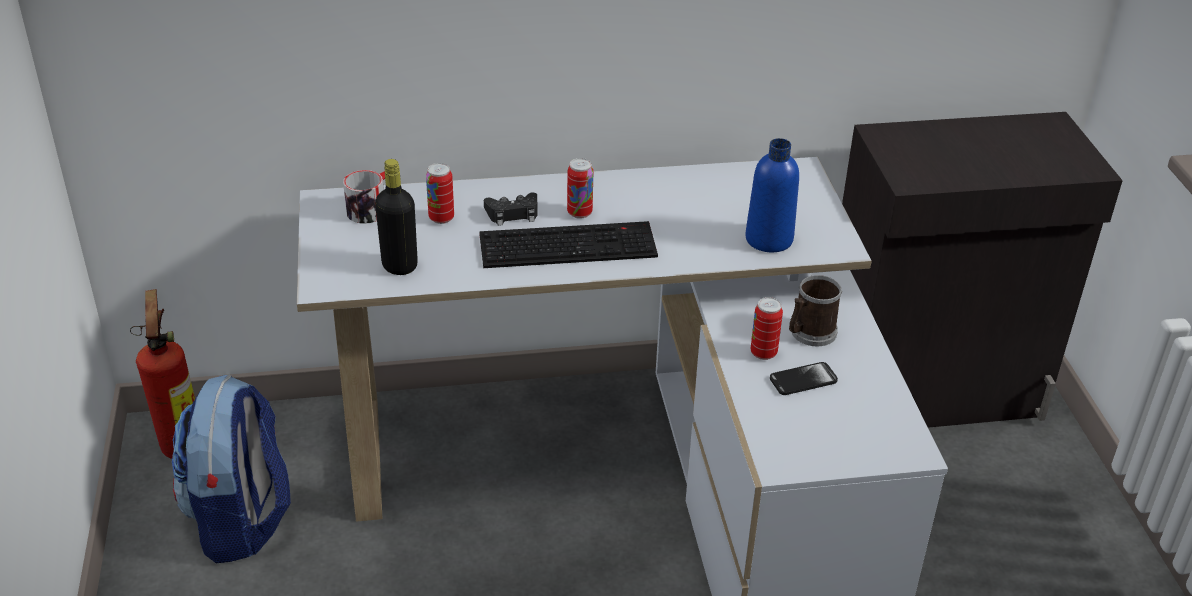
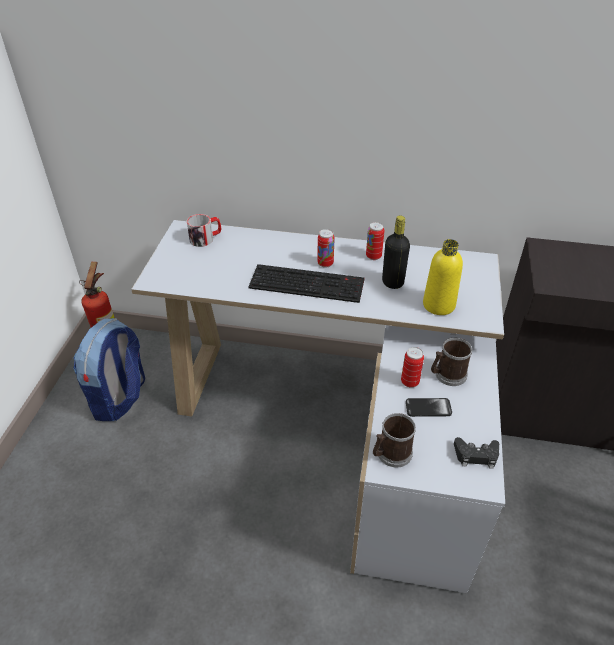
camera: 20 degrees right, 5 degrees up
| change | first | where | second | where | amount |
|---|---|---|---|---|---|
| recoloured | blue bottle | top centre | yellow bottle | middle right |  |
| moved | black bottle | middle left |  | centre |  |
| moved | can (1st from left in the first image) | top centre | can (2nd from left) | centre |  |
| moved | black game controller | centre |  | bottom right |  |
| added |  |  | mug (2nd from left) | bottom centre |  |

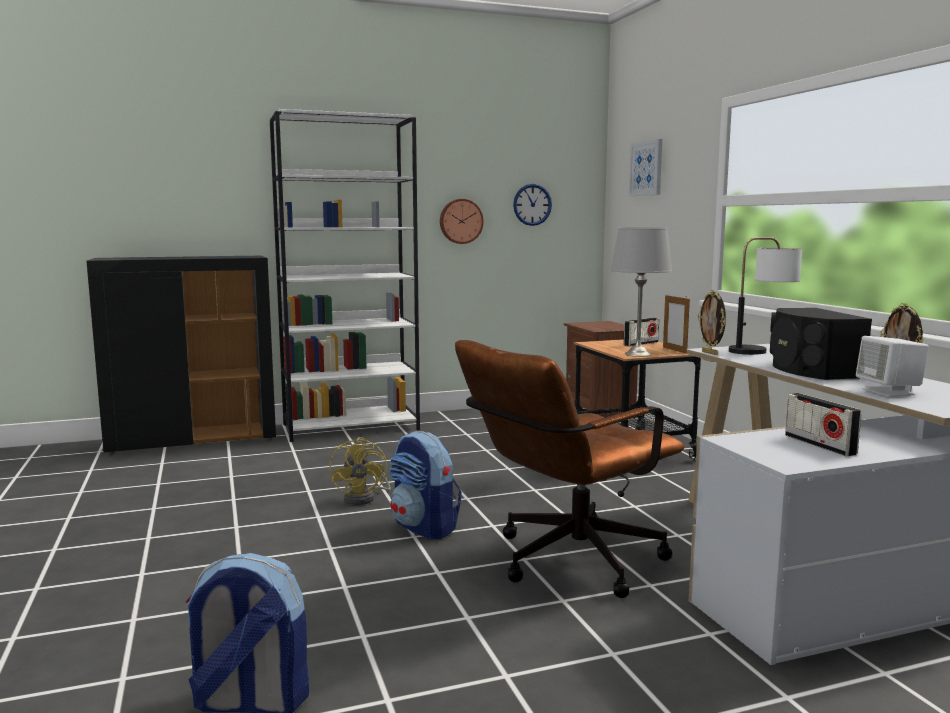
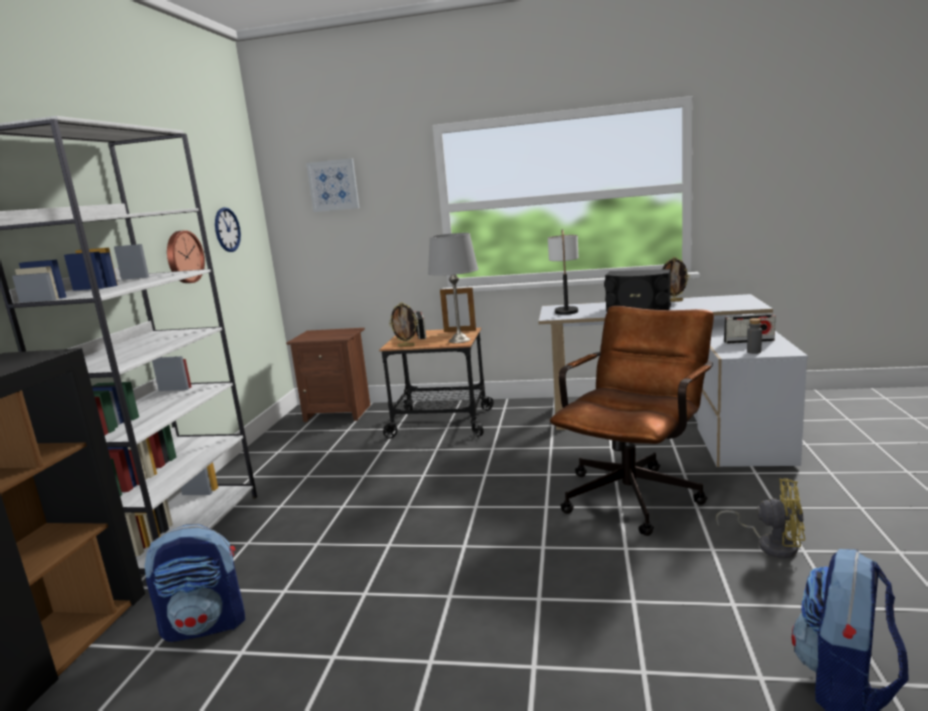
camera: 60 degrees left, 5 degrees up
| change | first | where | second | where | amount |
|---|---|---|---|---|---|
| moved | picture frame (2nd from left in the first image) | middle right | picture frame (1st from left) | centre |  |
| removed | white speaker | middle right |  |  |  |
| turned | brown office chair | centre |  | middle right | 135 degrees counterclockwise |
| moved | backpack (2nd from left in the first image) | bottom centre | backpack (1st from left) | bottom left |  |
| moved | yellow fan | centre |  | bottom right |  |
| added |  |  | grey bottle | middle right |  |

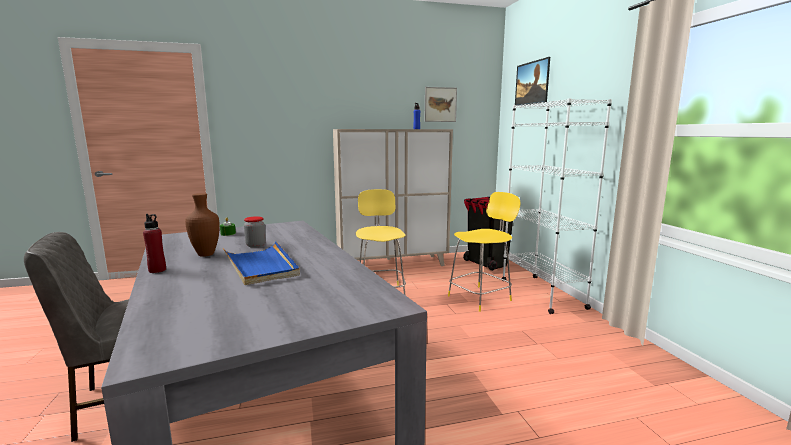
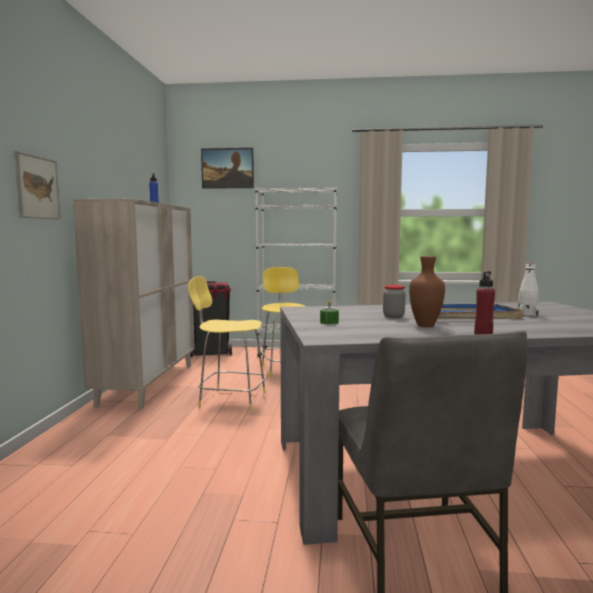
camera: 70 degrees left, 5 degrees down
| change | first | where | second | where | amount |
|---|---|---|---|---|---|
| moved | picture (1st from left) | top centre |  | top left |  |
| added |  |  | white bottle | middle right |  |

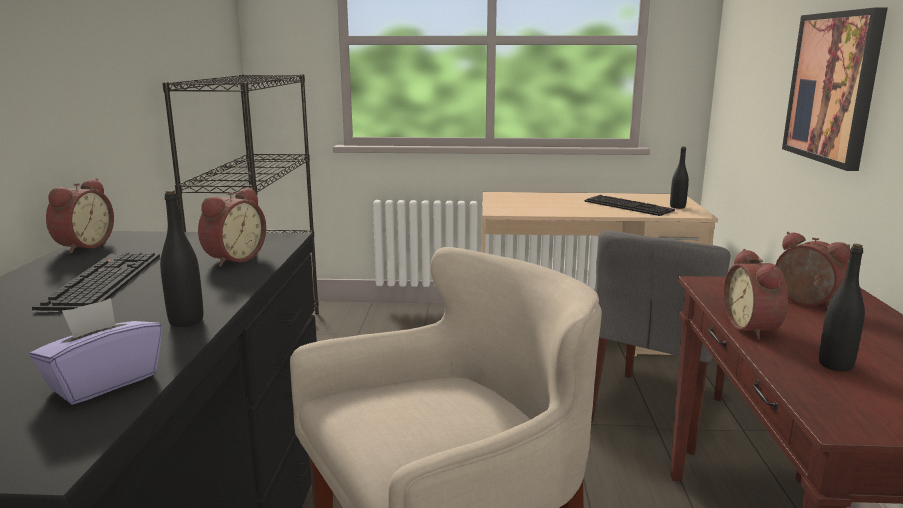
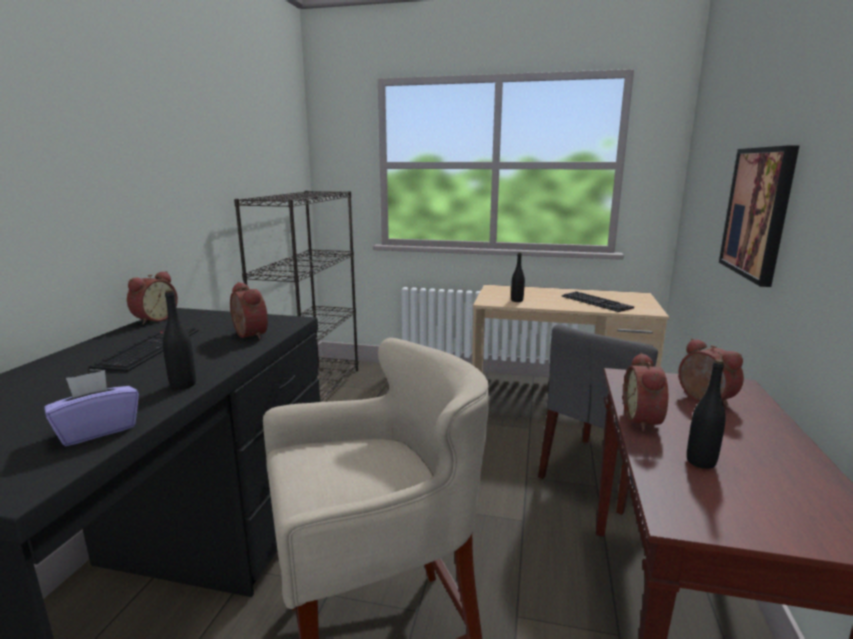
camera: 10 degrees right, 0 degrees up
| change | first | where | second | where | amount |
|---|---|---|---|---|---|
| moved | black bottle (2nd from left) | middle right |  | centre |  |
| turned | alarm clock (2nd from left) | middle left |  | middle left | 75 degrees counterclockwise |

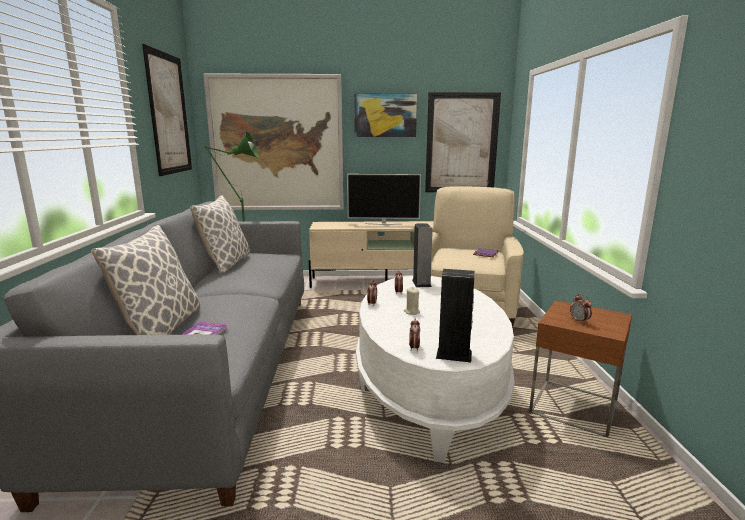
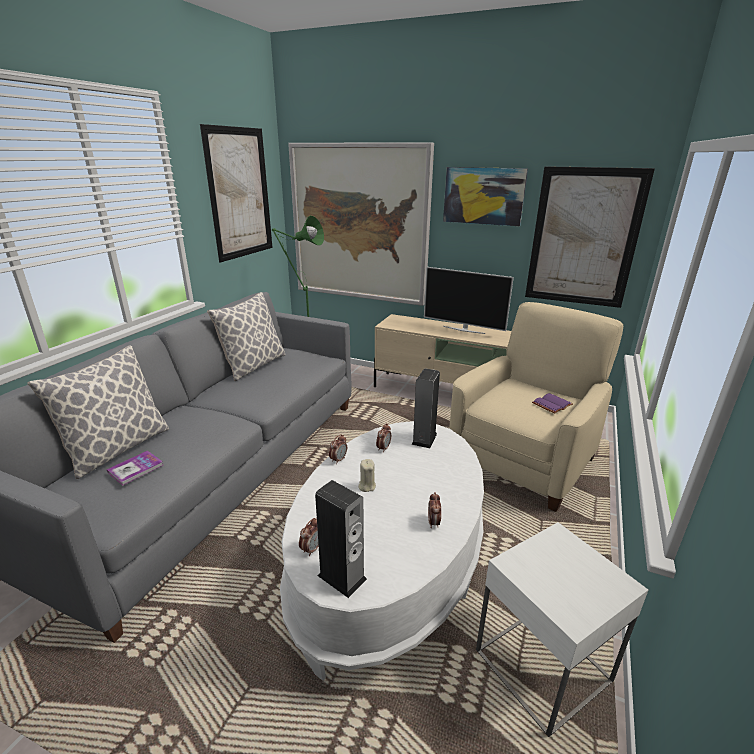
camera: 25 degrees right, 10 degrees up
| change | first | where | second | where | amount |
|---|---|---|---|---|---|
| moved | alarm clock (4th from left) | middle right |  | bottom centre |  |
| recoloured | brown side table | bottom right | white side table | bottom right |  |

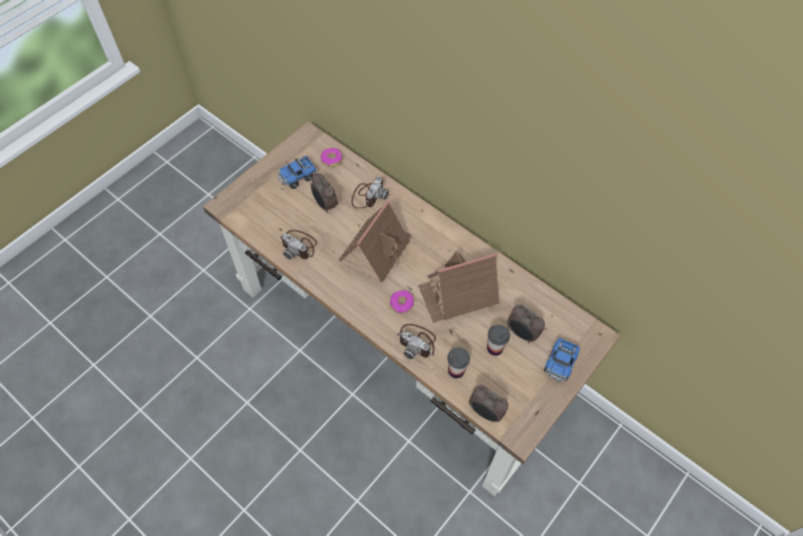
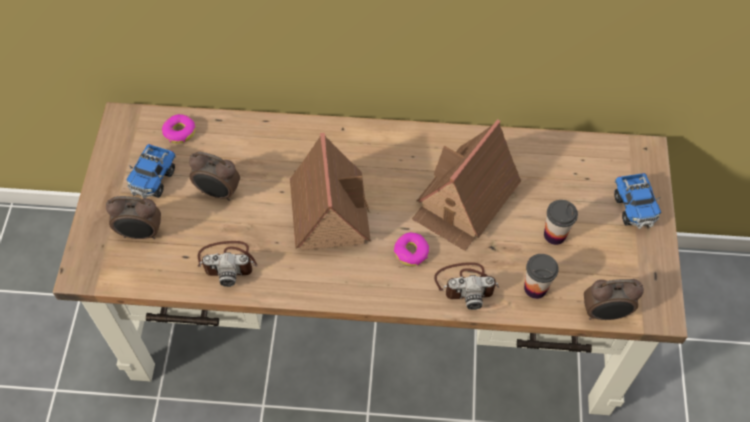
camera: 35 degrees left, 0 degrees up
| change | first | where | second | where | amount |
|---|---|---|---|---|---|
| removed | photo camera (2nd from left) | centre |  |  |  |
| moved | alarm clock (3rd from left in the first image) | centre | alarm clock (1st from left) | middle left |  |

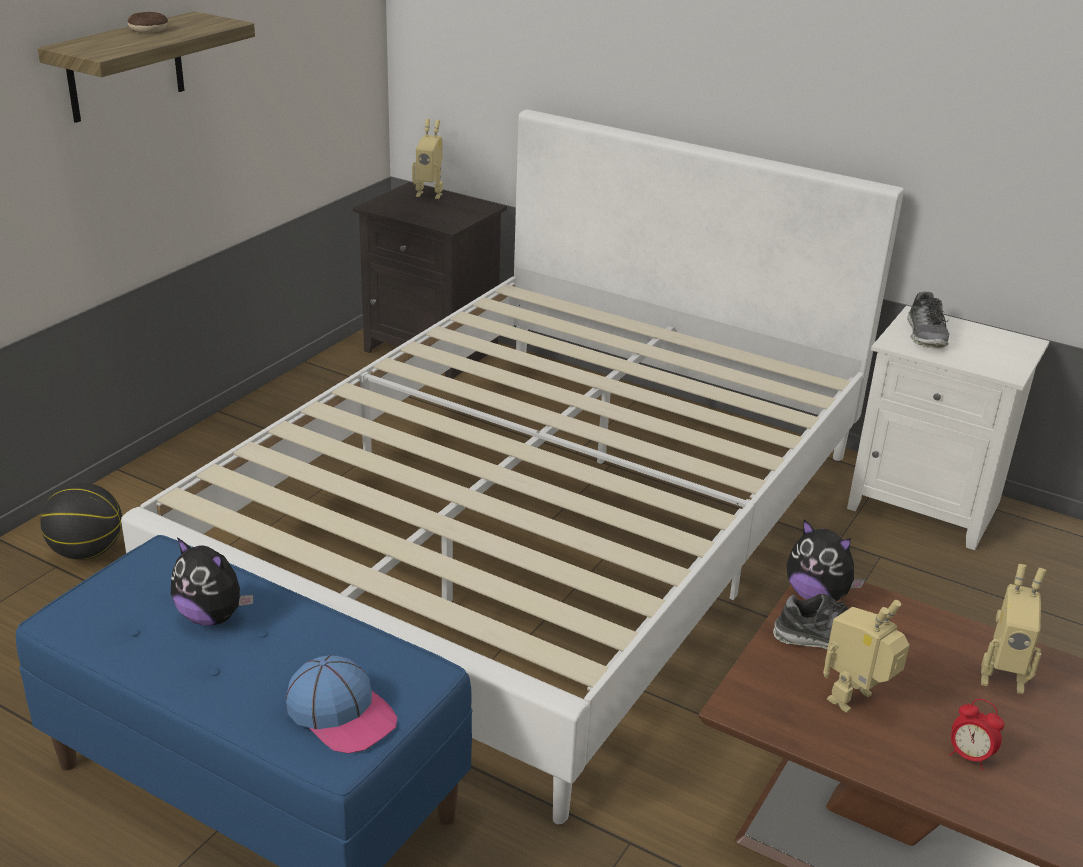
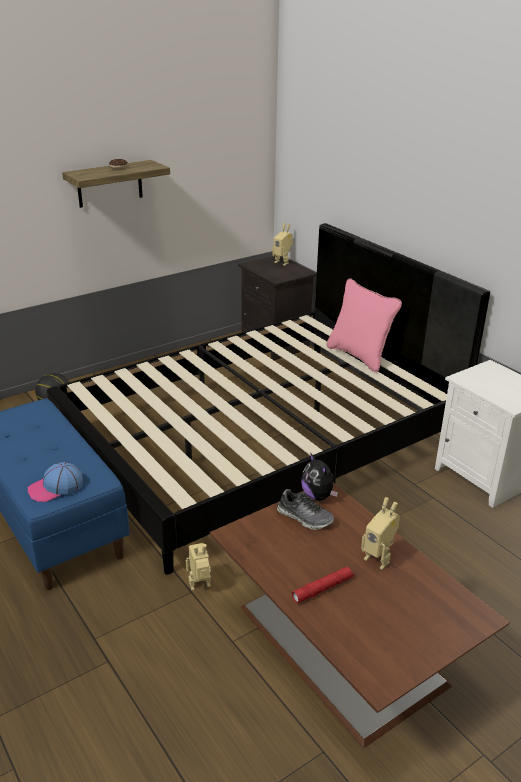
camera: 25 degrees right, 0 degrees up
| change | first | where | second | where | amount |
|---|---|---|---|---|---|
| recoloured | white bed | centre | black bed | centre |  |
| removed | shoe (2nd from left) | middle right |  |  |  |
| removed | plush toy (1st from left) | bottom left |  |  |  |
| moved | toy robot (2nd from left in the first image) | bottom right | toy robot (1st from left) | bottom centre |  |
| turned | cap | bottom left |  | middle left | 90 degrees clockwise |
| replaced | alarm clock | bottom right | red flashlight | bottom centre |  |
| added |  |  | pink pillow | middle right |  |

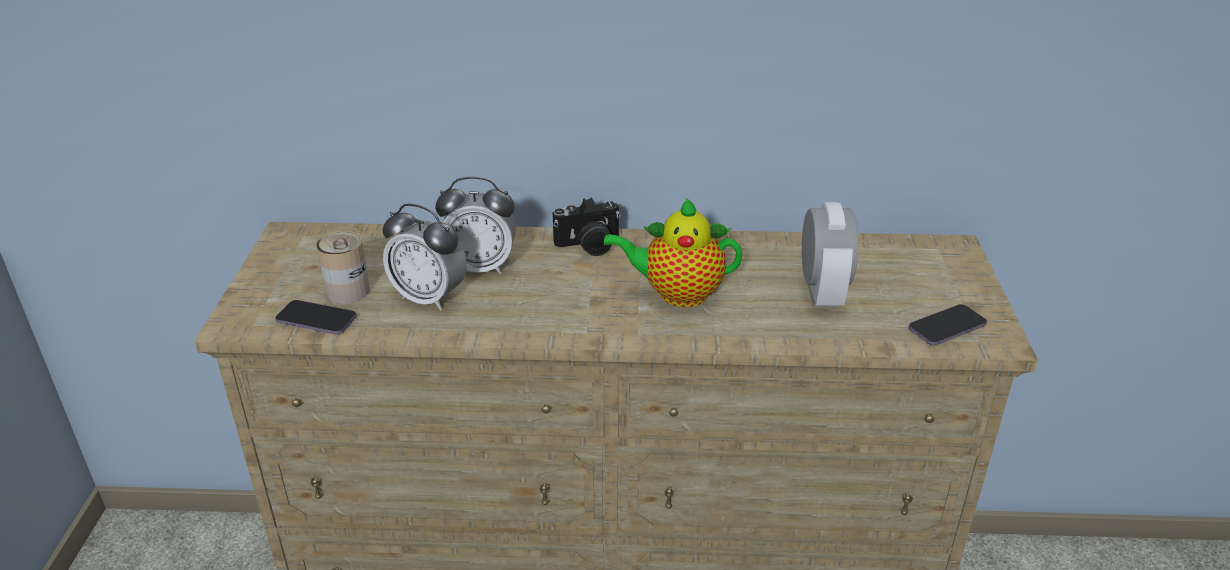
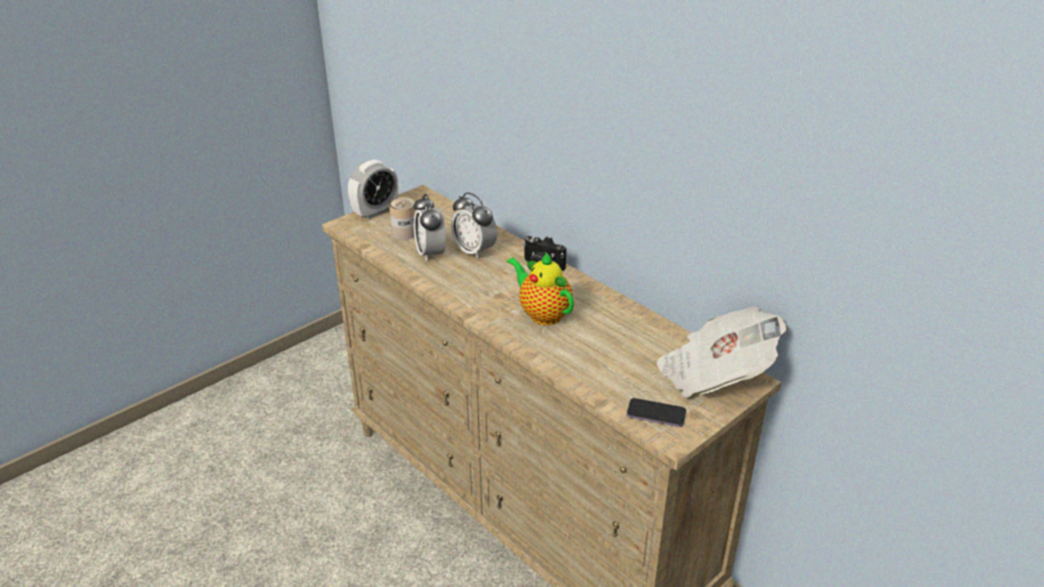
camera: 45 degrees right, 0 degrees up
| change | first | where | second | where | amount |
|---|---|---|---|---|---|
| moved | alarm clock (3rd from left in the first image) | middle right | alarm clock (1st from left) | top centre |  |
| removed | phone (1st from left) | middle left |  |  |  |
| added |  |  | newspaper | middle right |  |

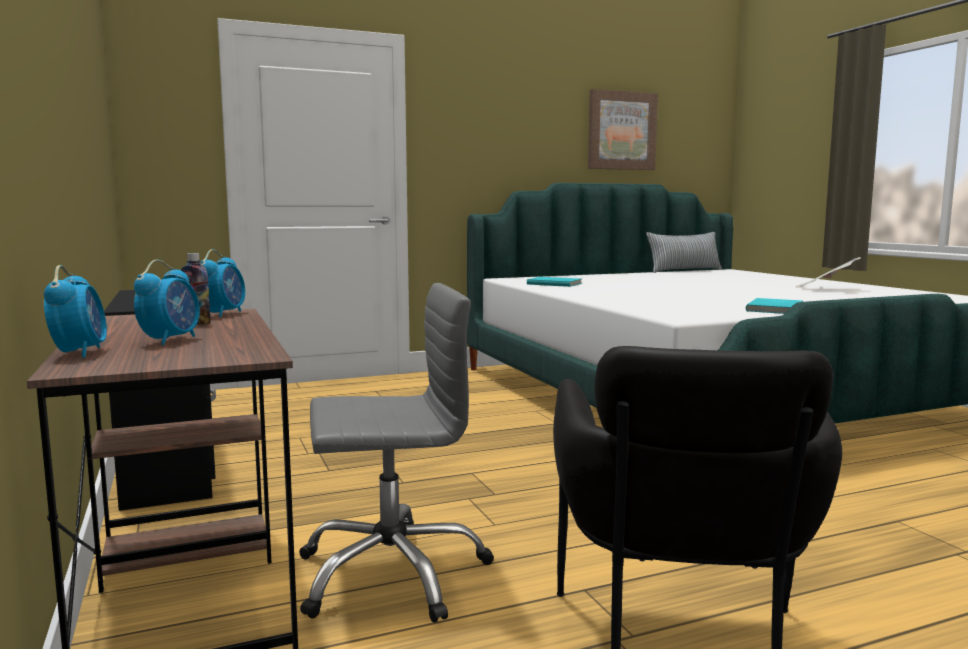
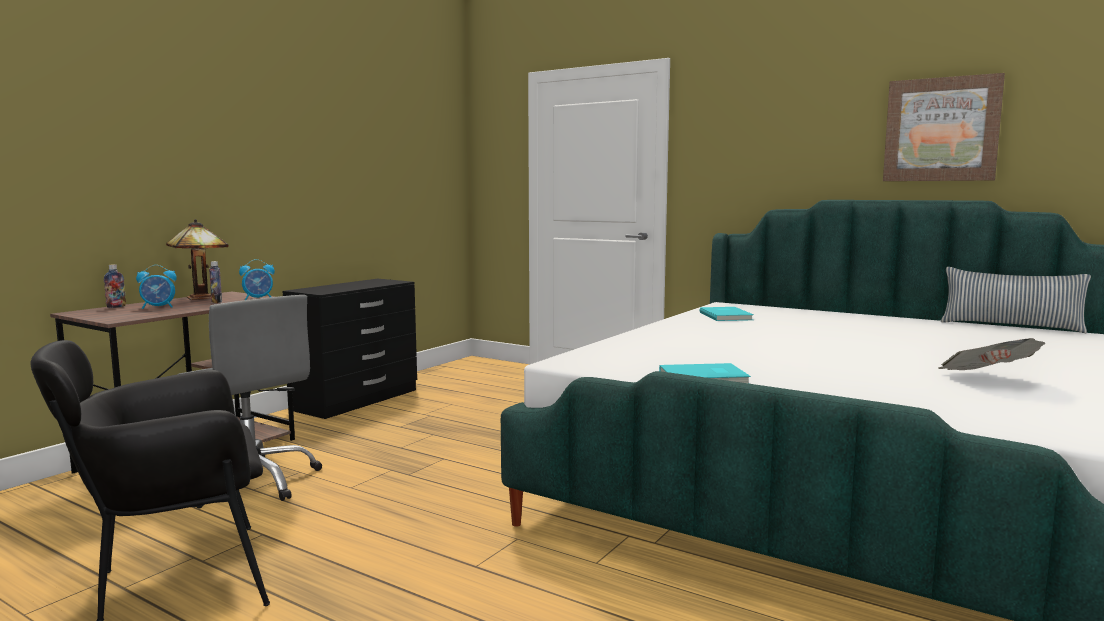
camera: 55 degrees right, 0 degrees up
| change | first | where | second | where | amount |
|---|---|---|---|---|---|
| replaced | alarm clock (1st from left) | middle left | bottle (1st from left) | middle left |  |
| added |  |  | table lamp | middle left |  |

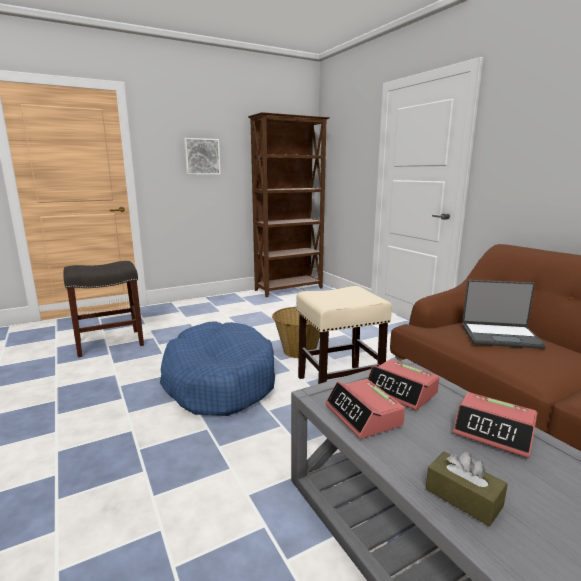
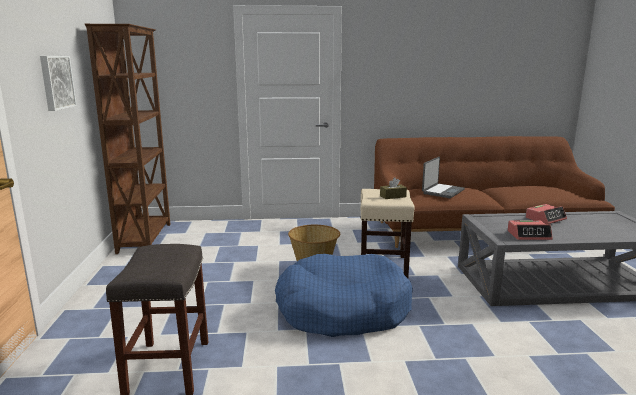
camera: 65 degrees left, 0 degrees up
| change | first | where | second | where | amount |
|---|---|---|---|---|---|
| removed | alarm clock (2nd from left) | middle right |  |  |  |
| moved | brown tissue box | bottom right |  | centre |  |

